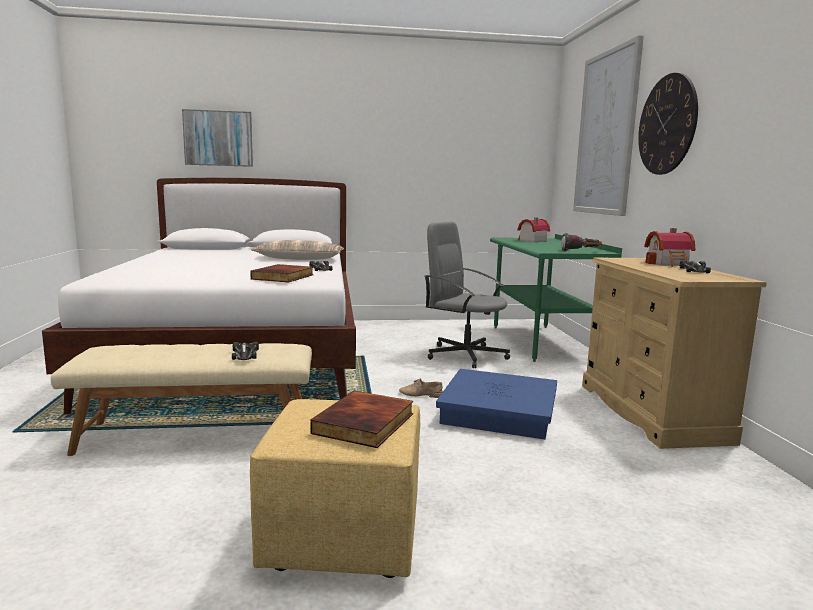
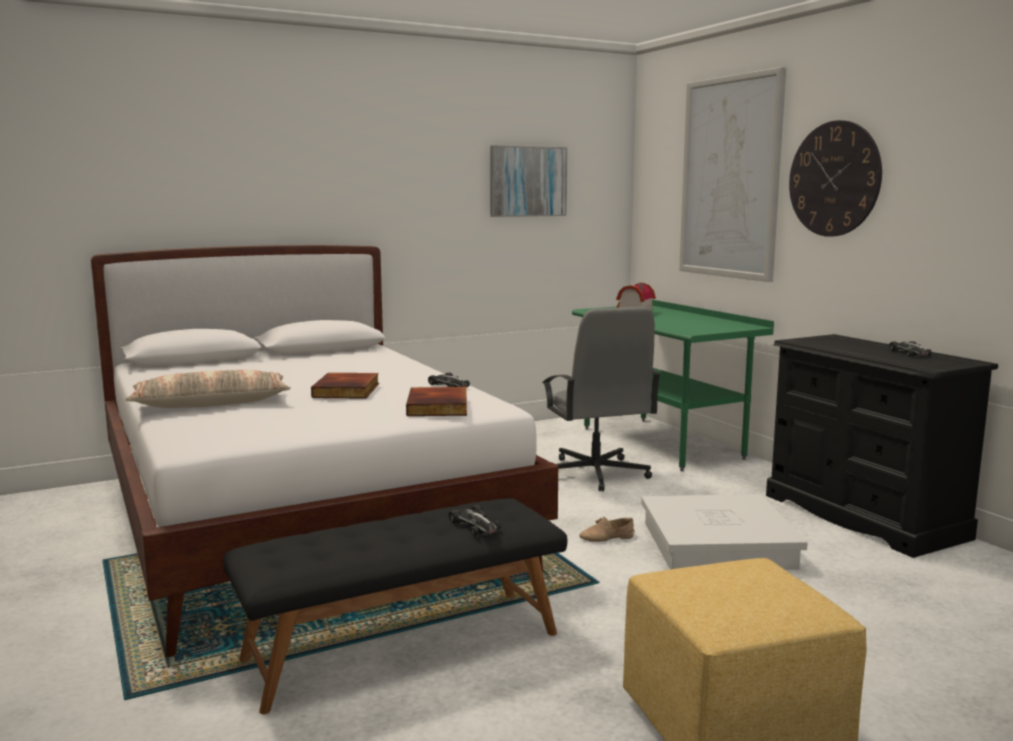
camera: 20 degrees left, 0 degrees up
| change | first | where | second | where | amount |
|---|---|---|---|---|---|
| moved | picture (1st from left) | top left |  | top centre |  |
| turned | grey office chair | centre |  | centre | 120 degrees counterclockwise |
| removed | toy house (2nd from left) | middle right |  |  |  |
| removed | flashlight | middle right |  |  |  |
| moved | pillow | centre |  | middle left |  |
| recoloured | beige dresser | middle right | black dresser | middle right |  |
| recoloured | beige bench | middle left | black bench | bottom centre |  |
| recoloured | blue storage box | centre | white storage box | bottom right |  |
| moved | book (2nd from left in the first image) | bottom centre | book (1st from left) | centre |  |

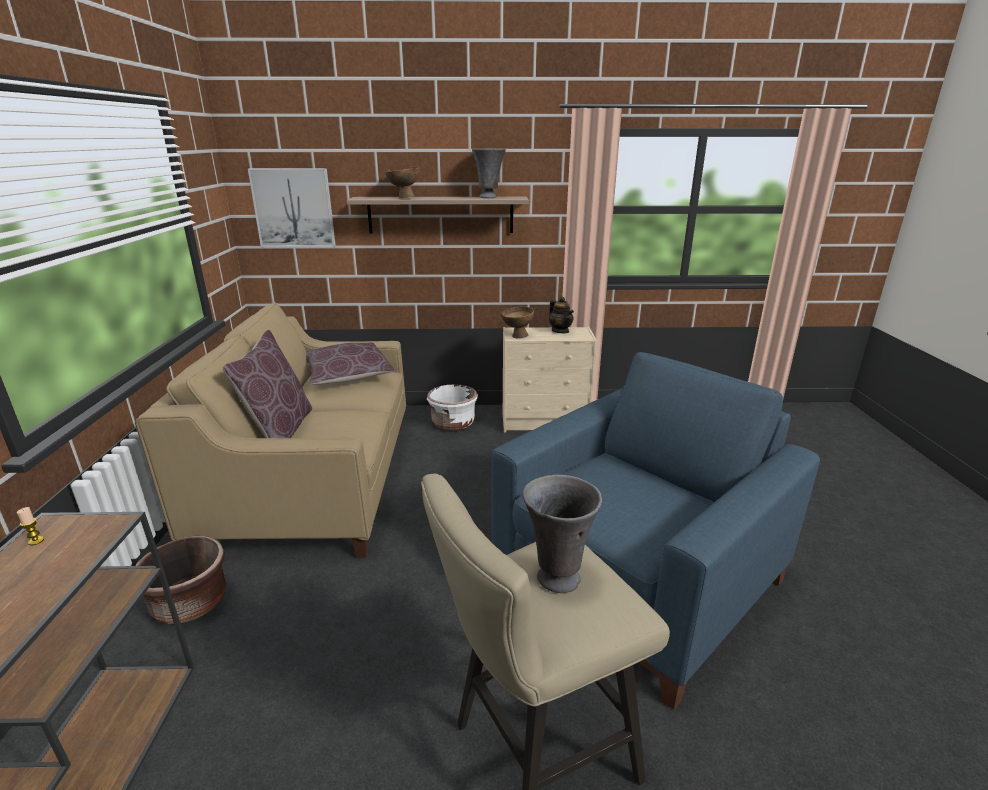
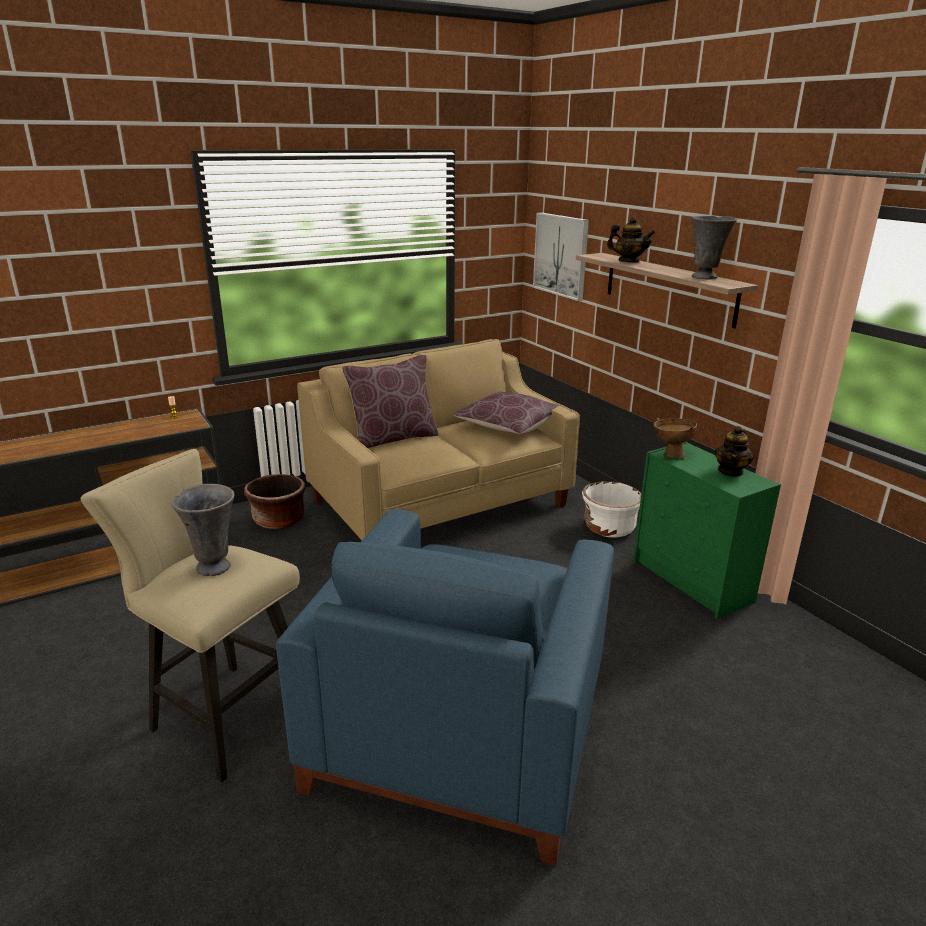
camera: 60 degrees right, 0 degrees up
| change | first | where | second | where | amount |
|---|---|---|---|---|---|
| replaced | brown bowl (1st from left) | top centre | teapot (1st from left) | top right |  |
| recoloured | beige dresser | centre | green dresser | middle right |  |
| turned | blue armchair | bottom centre |  | bottom centre | 90 degrees clockwise |

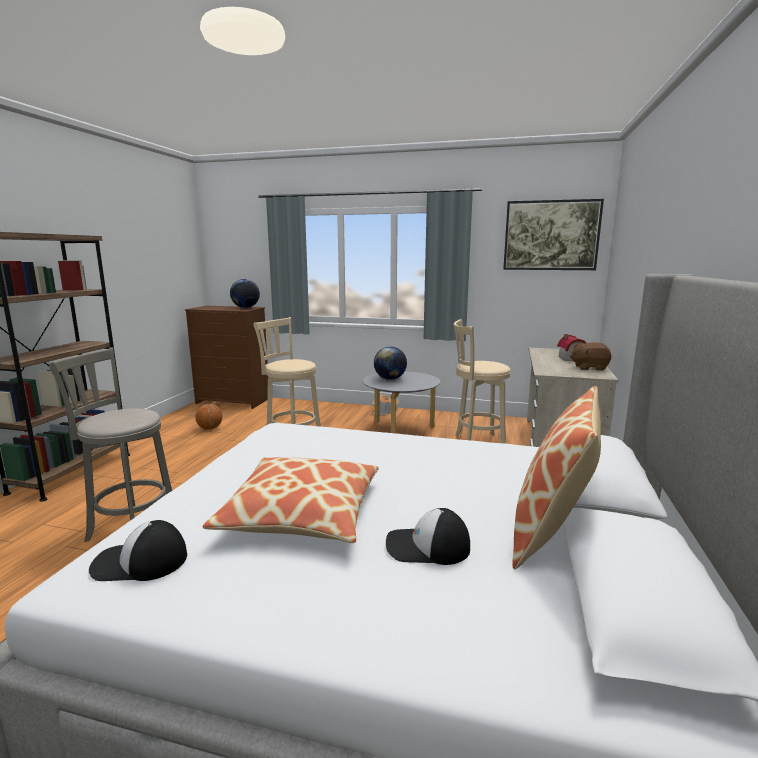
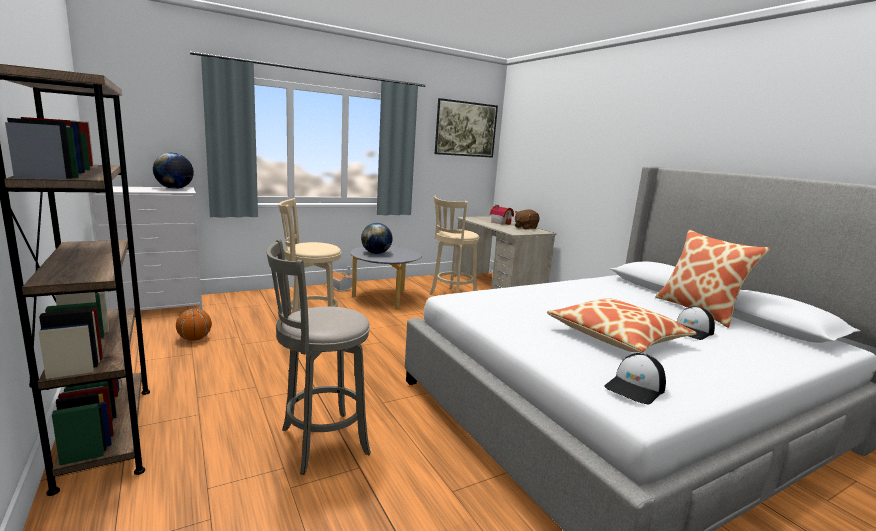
camera: 45 degrees left, 0 degrees up
| change | first | where | second | where | amount |
|---|---|---|---|---|---|
| recoloured | brown dresser | middle left | white dresser | middle left |  |

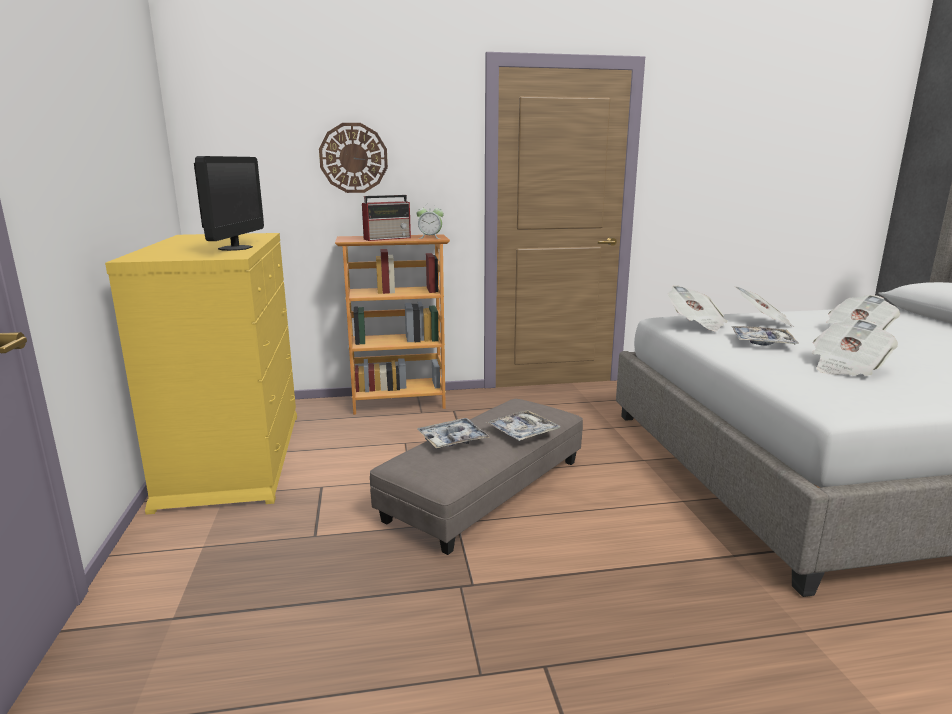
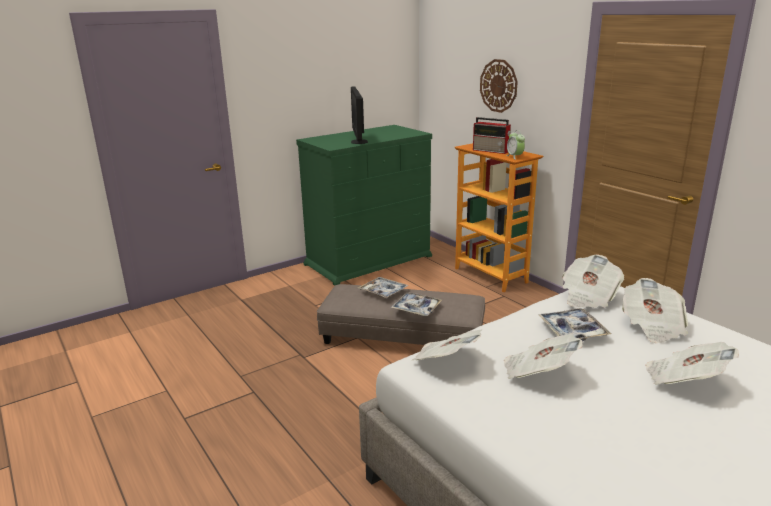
camera: 65 degrees right, 5 degrees up
| change | first | where | second | where | amount |
|---|---|---|---|---|---|
| turned | monitor | top left |  | top centre | 105 degrees clockwise |
| recoloured | yellow dresser | middle left | green dresser | centre |  |
| added |  |  | newspaper (1st from left) | bottom centre |  |

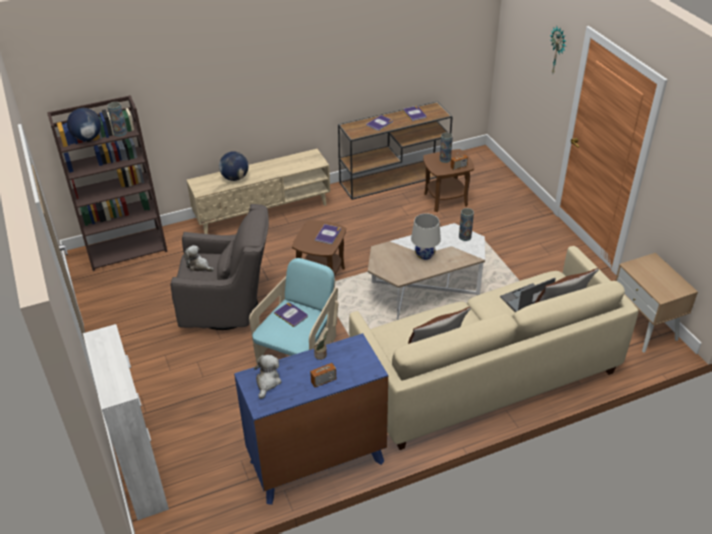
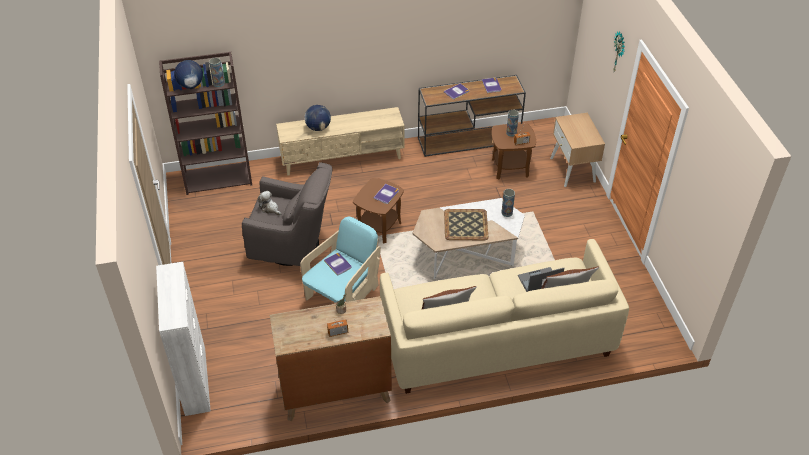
camera: 10 degrees right, 5 degrees up
| change | first | where | second | where | amount |
|---|---|---|---|---|---|
| replaced | white table lamp | centre | tray | centre |  |
| moved | beige nightstand | middle right |  | top right |  |
| recoloured | blue dresser | bottom centre | brown dresser | bottom centre |  |
| removed | plush toy (2nd from left) | bottom centre |  |  |  |

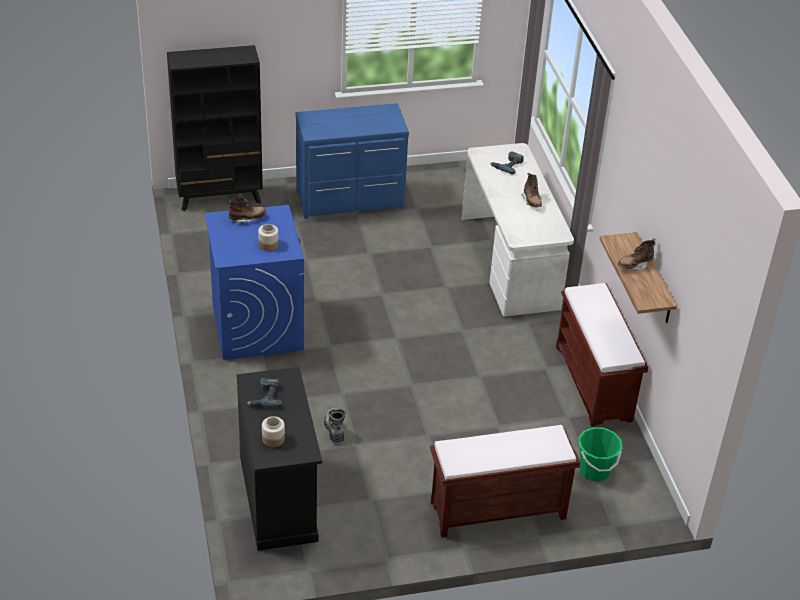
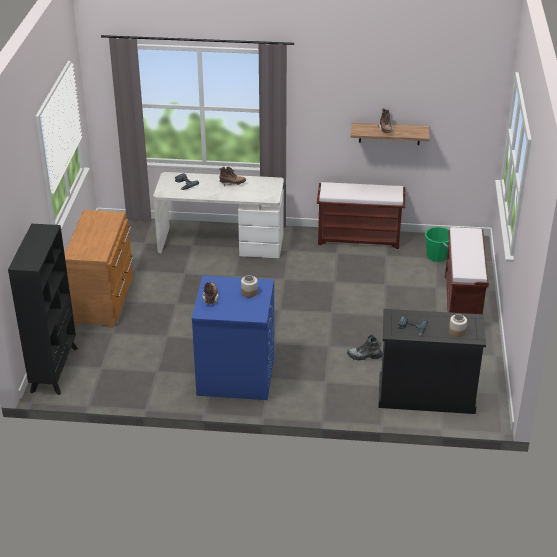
camera: 70 degrees left, 5 degrees down
| change | first | where | second | where | amount |
|---|---|---|---|---|---|
| recoloured | blue dresser | top centre | brown dresser | middle left |  |

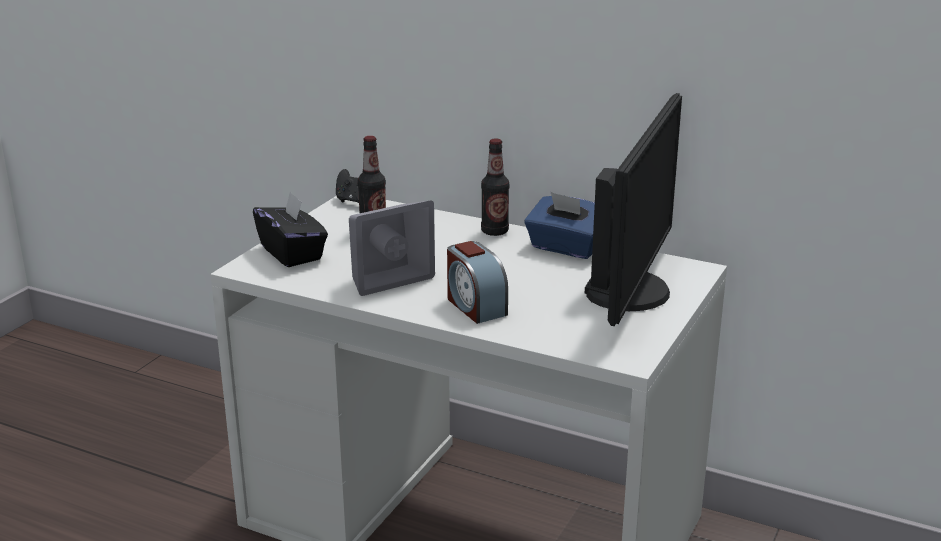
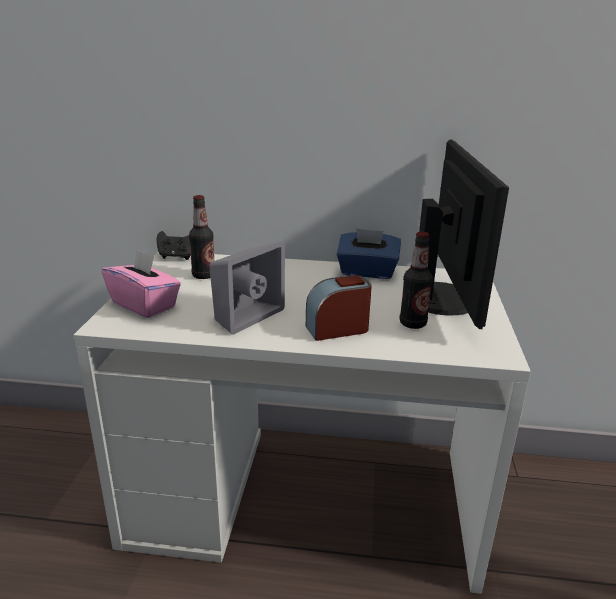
camera: 20 degrees left, 0 degrees up
| change | first | where | second | where | amount |
|---|---|---|---|---|---|
| moved | bottle (2nd from left) | centre |  | middle right |  |
| recoloured | black tissue box | middle left | pink tissue box | middle left |  |
| turned | alarm clock | centre |  | centre | 120 degrees clockwise |

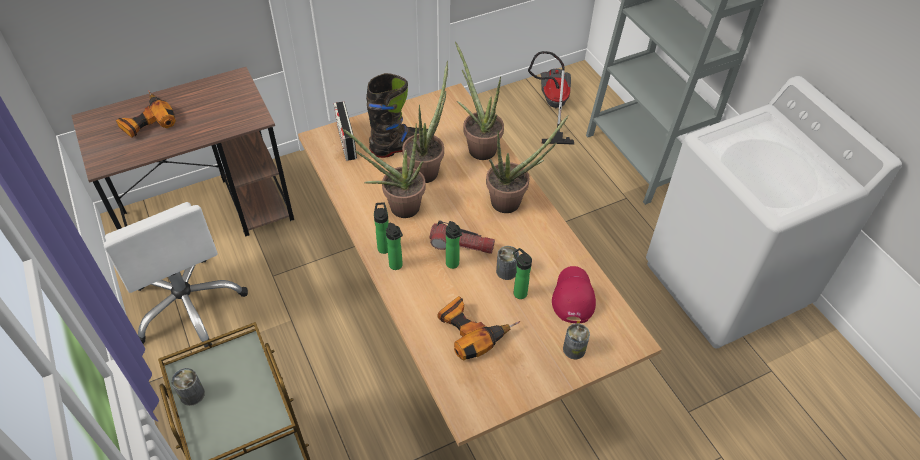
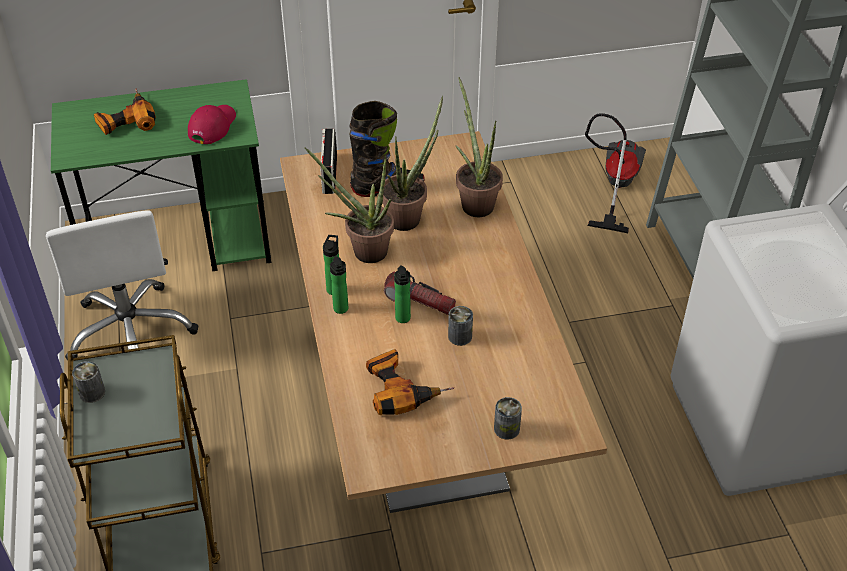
camera: 15 degrees right, 5 degrees down
| change | first | where | second | where | amount |
|---|---|---|---|---|---|
| recoloured | brown desk | top left | green desk | top left |  |
| removed | potted plant (4th from left) | centre |  |  |  |
| removed | bottle (4th from left) | centre |  |  |  |
| moved | red cap | centre |  | top left |  |

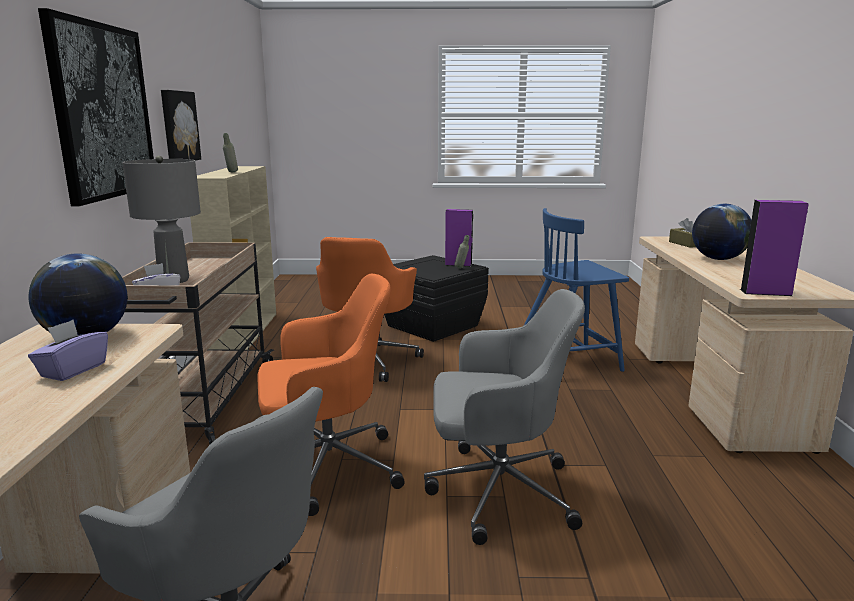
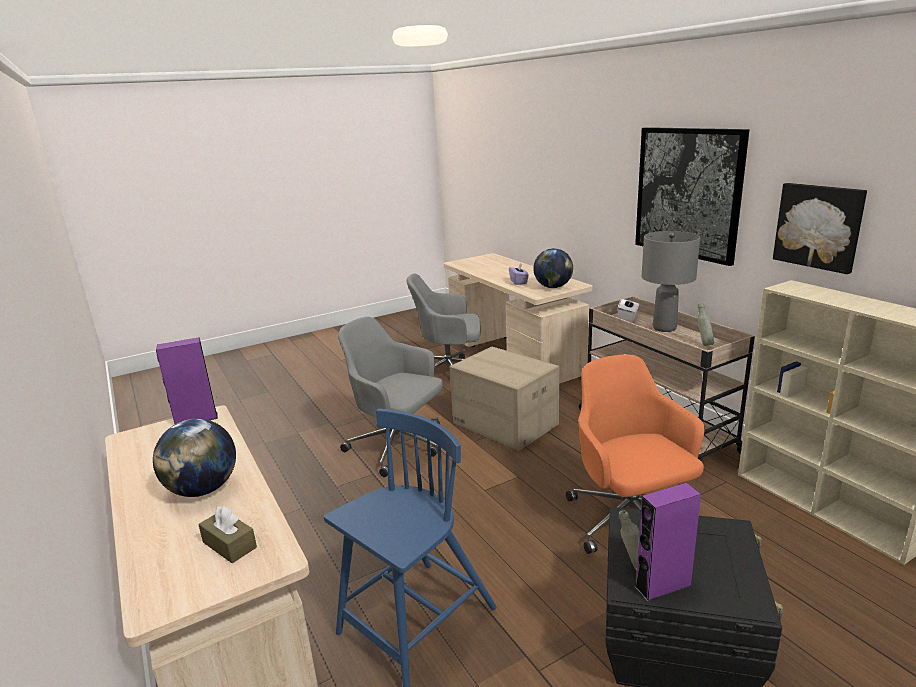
camera: 150 degrees right, 5 degrees up
| change | first | where | second | where | amount |
|---|---|---|---|---|---|
| moved | grey bottle (1st from left in the first image) | top left | grey bottle (2nd from left) | middle right |  |
| replaced | orange office chair (1st from left) | centre | cardboard box | centre |  |
| turned | grey office chair (2nd from left in the first image) | bottom centre | grey office chair (1st from left) | centre | 60 degrees clockwise |

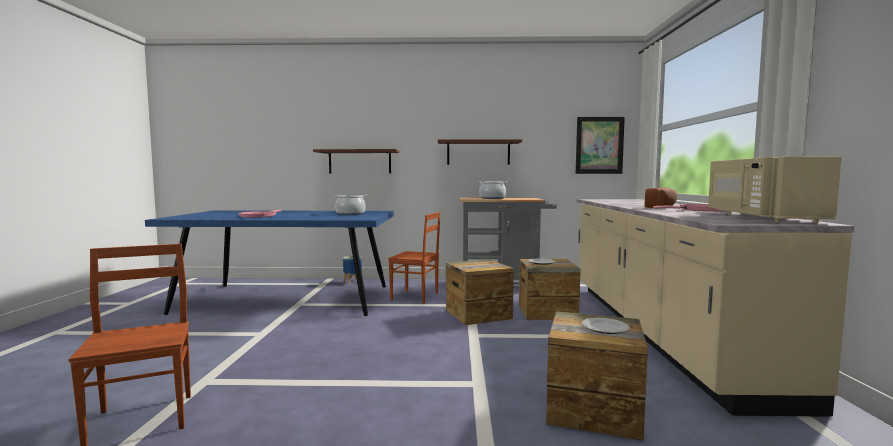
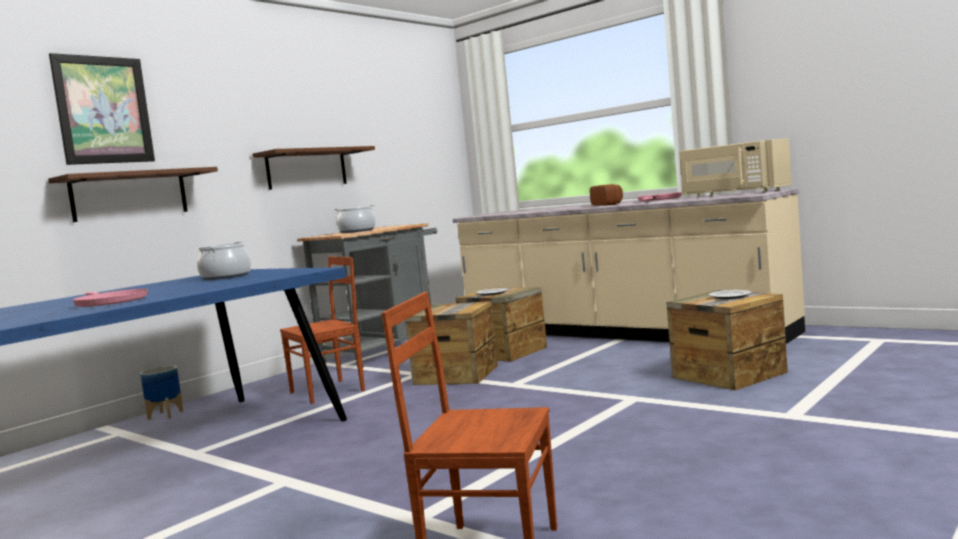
camera: 50 degrees left, 0 degrees up
| change | first | where | second | where | amount |
|---|---|---|---|---|---|
| moved | picture | top right |  | top left |  |

